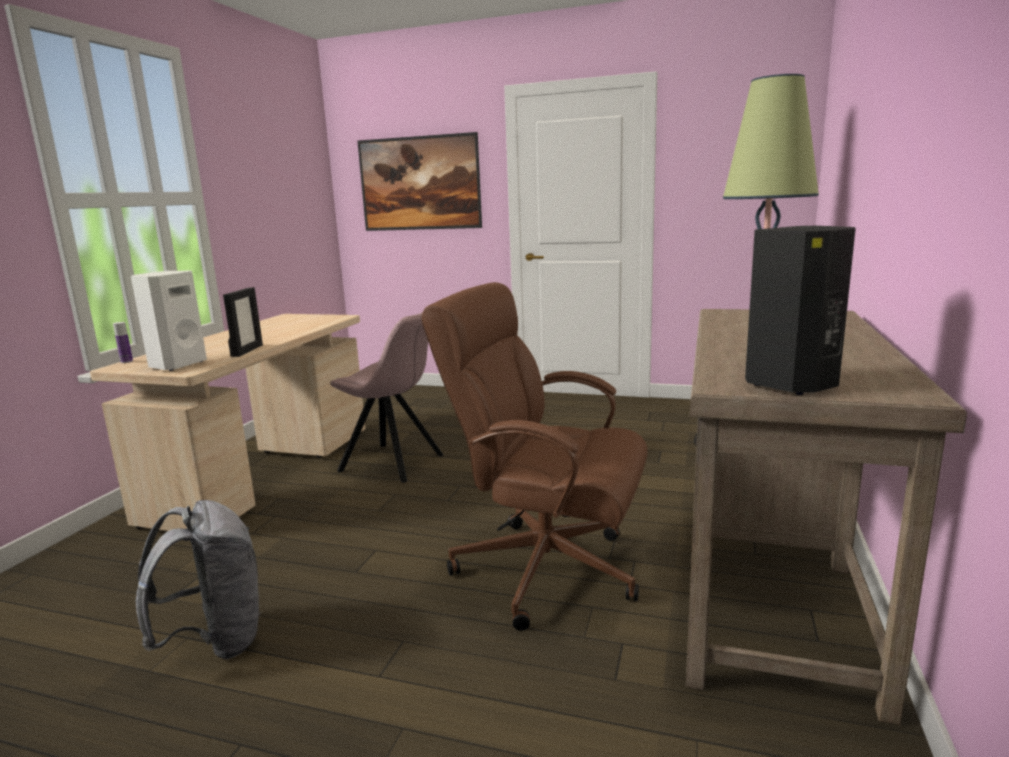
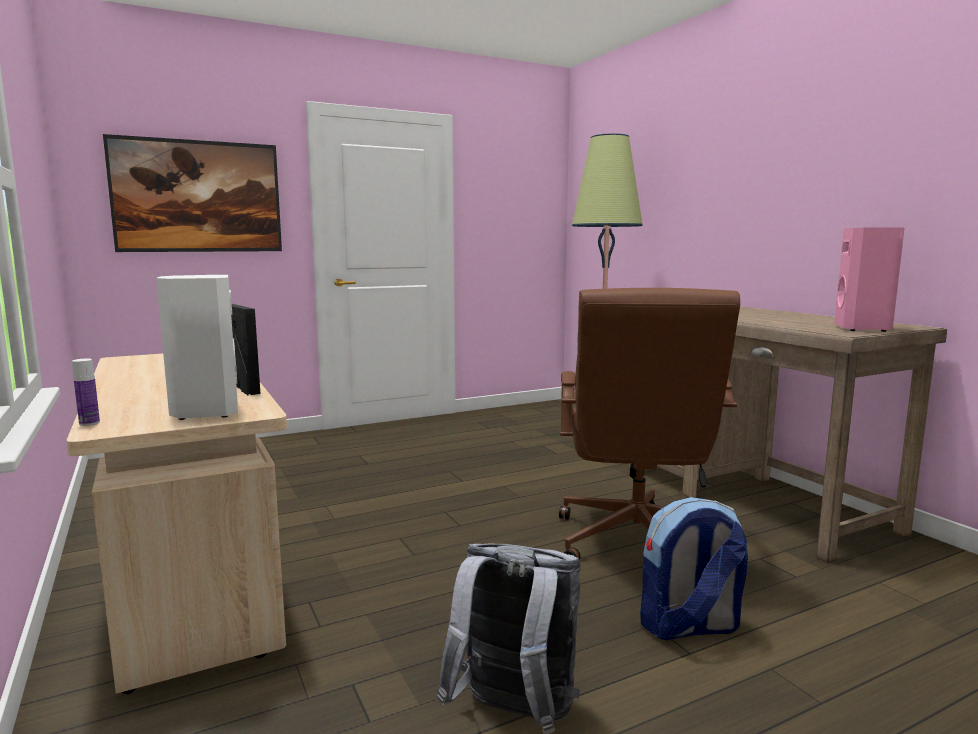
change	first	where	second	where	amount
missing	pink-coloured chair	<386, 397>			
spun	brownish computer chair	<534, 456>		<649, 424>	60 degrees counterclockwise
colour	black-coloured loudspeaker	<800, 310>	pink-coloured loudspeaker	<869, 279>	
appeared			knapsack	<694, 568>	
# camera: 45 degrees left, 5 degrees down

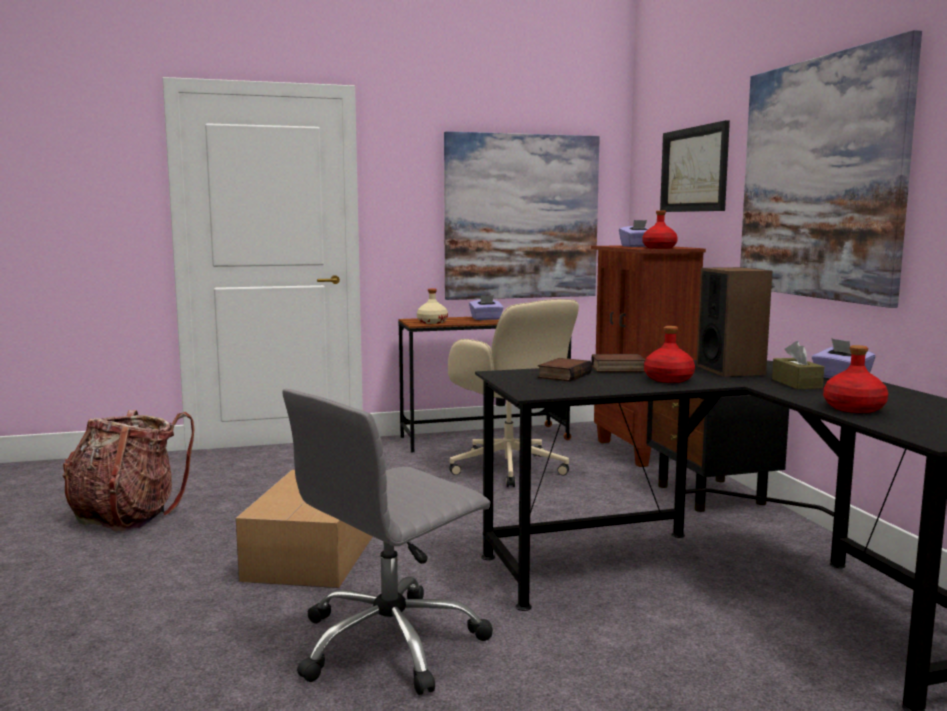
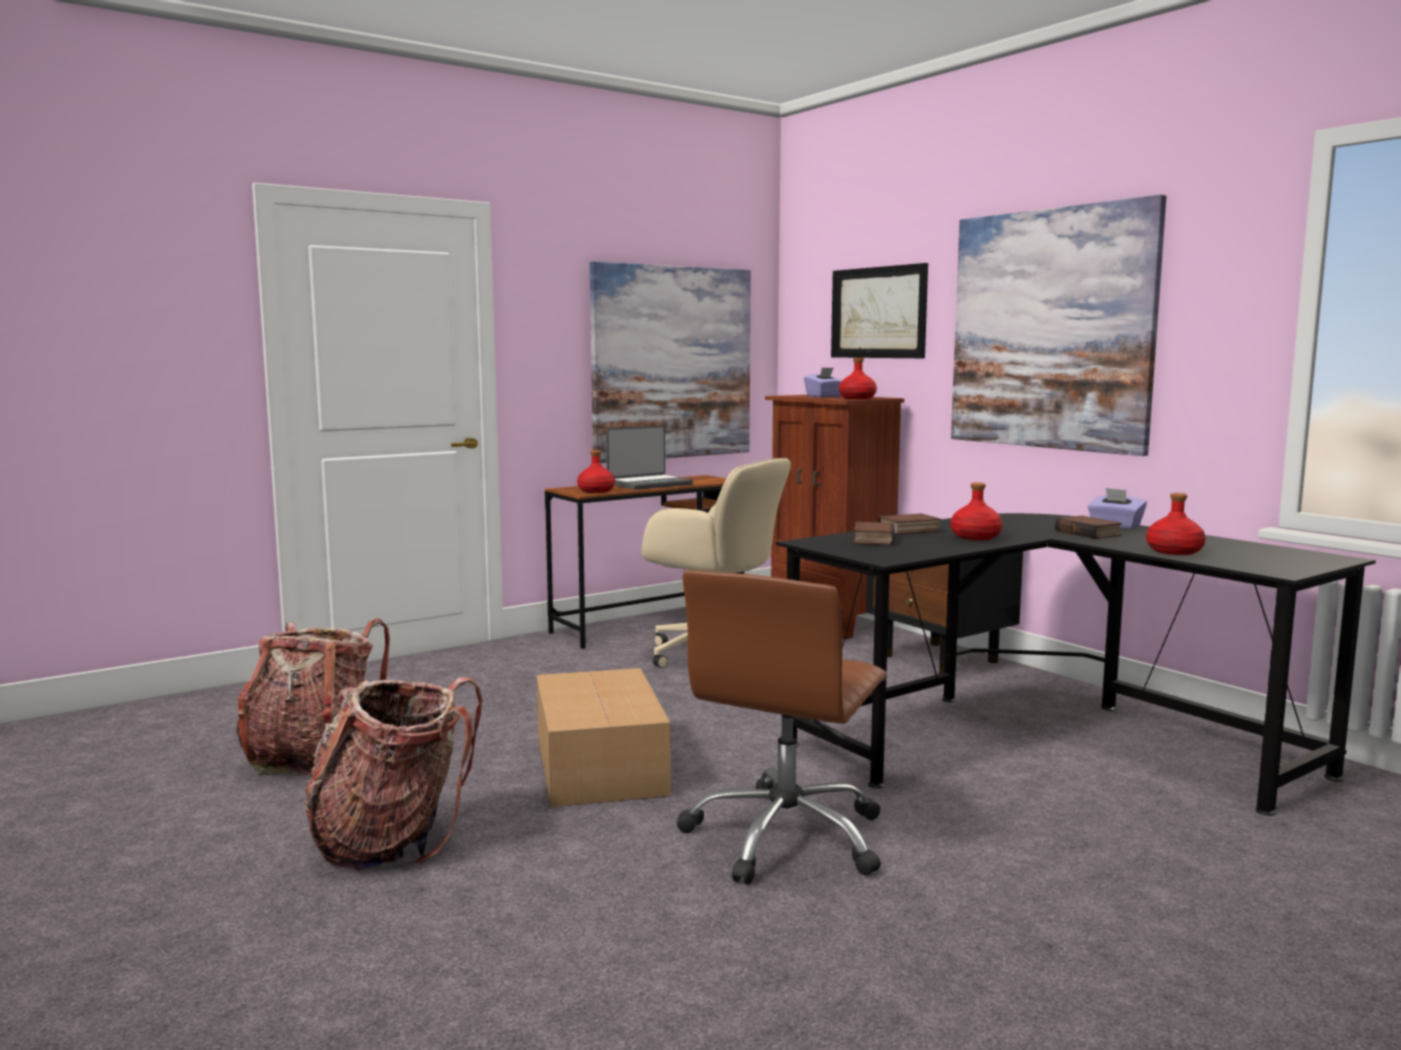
change	first	where	second	where	amount
colour	greyish computer chair	<387, 542>	brownish computer chair	<781, 727>	
colour	beige beverage bottle	<432, 306>	red beverage bottle	<596, 471>	
exchanged	purple-coloured tissue holder	<486, 307>	laptop	<649, 458>	
missing	loudspeaker	<734, 322>			
exchanged	brownish tissue holder	<798, 365>	bound book	<1088, 527>	
appeared			knapsack	<393, 773>	
# camera: 20 degrees left, 0 degrees up

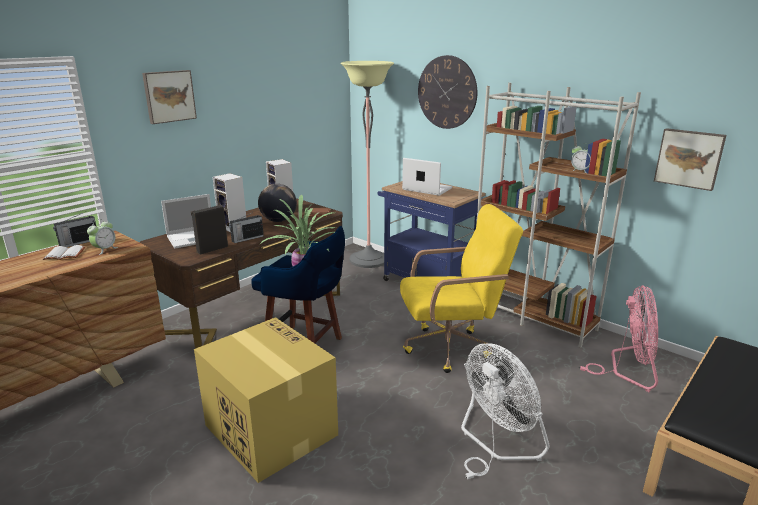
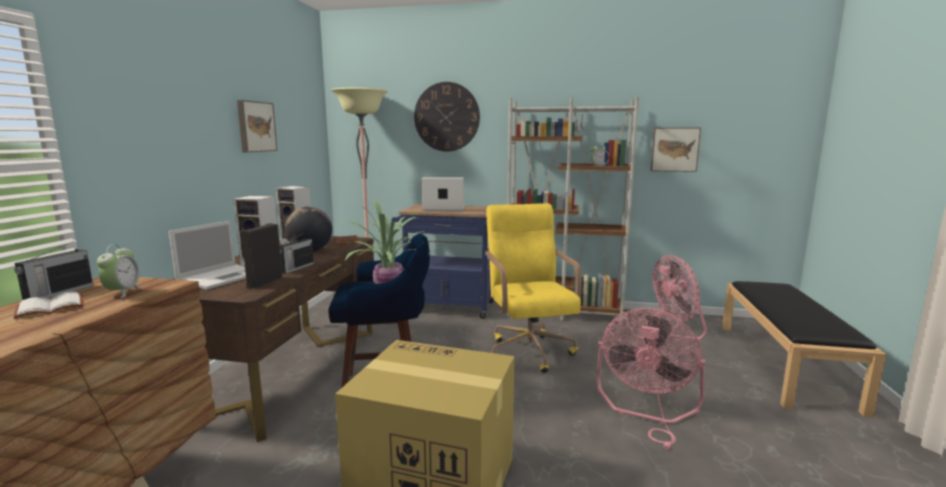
change	first	where	second	where	amount
relocated	wall picture	<169, 97>		<257, 126>	
spun	yellow-coloured computer chair	<461, 288>		<533, 288>	60 degrees counterclockwise
colour	white-coloured fan	<505, 411>	pink-coloured fan	<651, 379>	
# camera: 30 degrees left, 10 degrees down

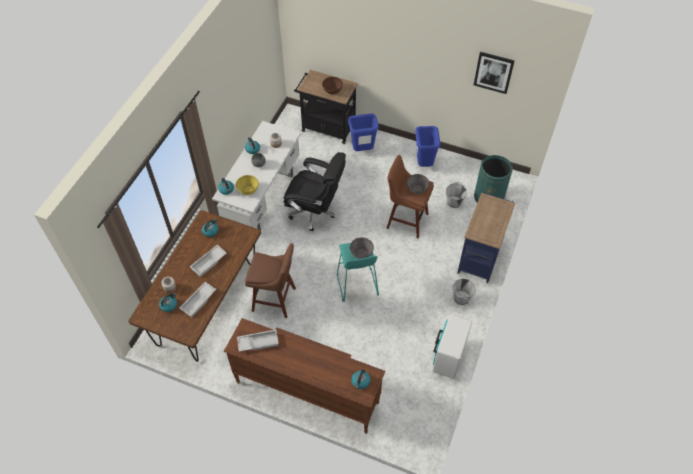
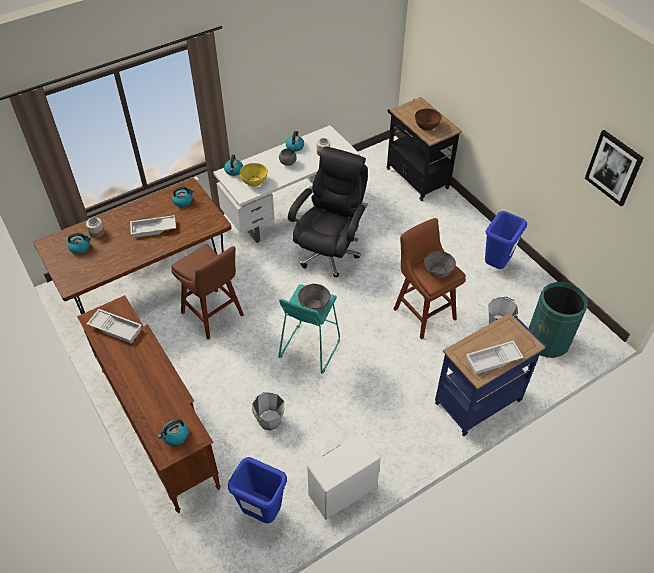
change	first	where	second	where	amount
relocated	white-coloured tray	<198, 299>		<495, 357>	
spun	black-coloured computer chair	<315, 191>		<328, 212>	120 degrees counterclockwise
relocated	blue-coloured rubbish bin	<363, 132>		<257, 490>	
relocated	greyish bucket	<464, 292>		<268, 411>	
# camera: 35 degrees right, 5 degrees down

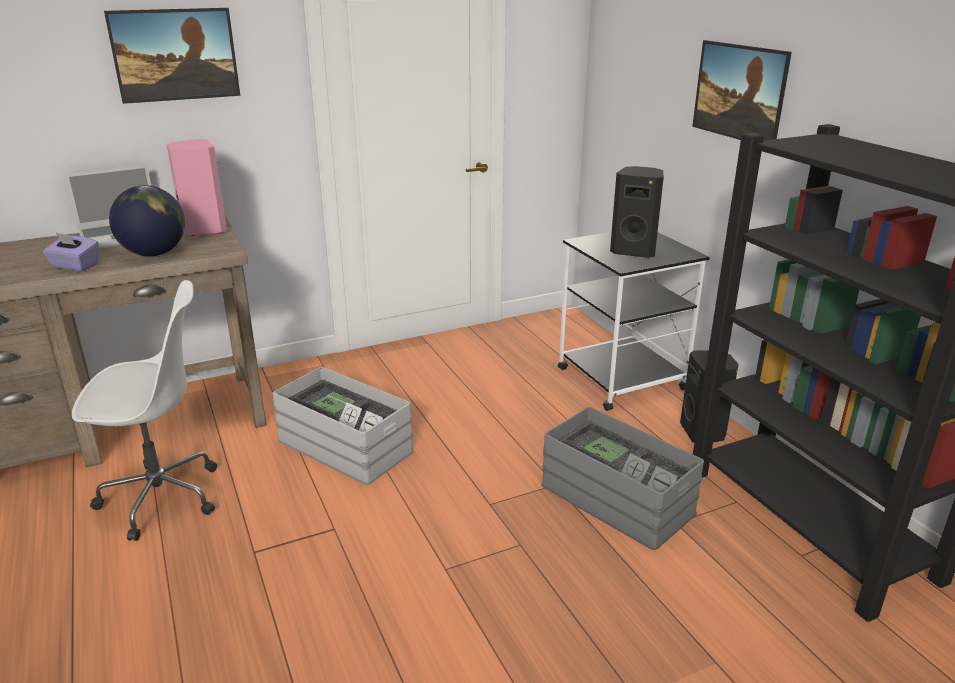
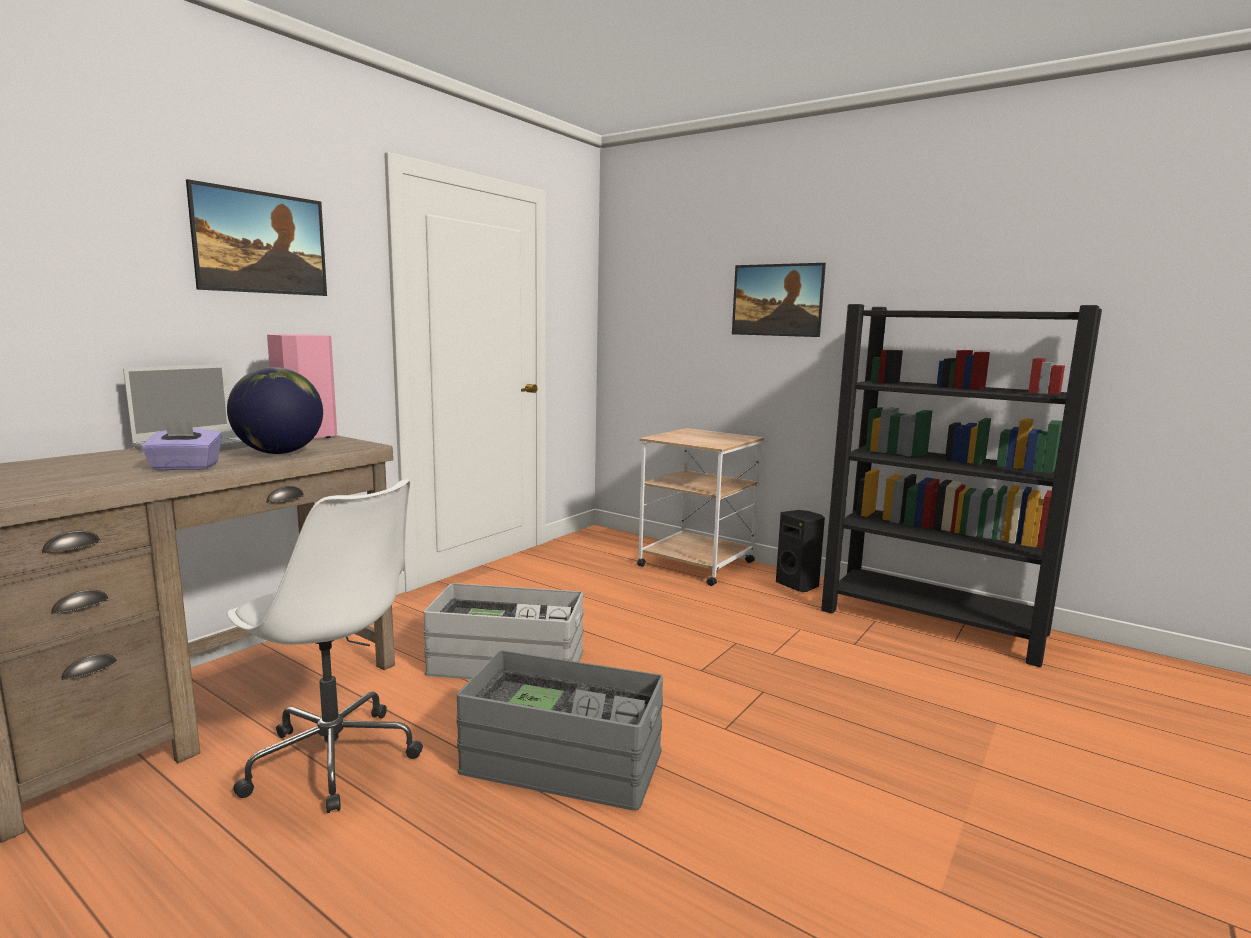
change	first	where	second	where	amount
spun	white-coloured computer chair	<144, 410>		<325, 646>	75 degrees clockwise
relocated	greyish storage bin	<622, 478>		<559, 730>	
colour	black-coloured trolley	<634, 321>	beige trolley	<700, 507>	
missing	black-coloured loudspeaker	<637, 212>			
# camera: 30 degrees left, 15 degrees down

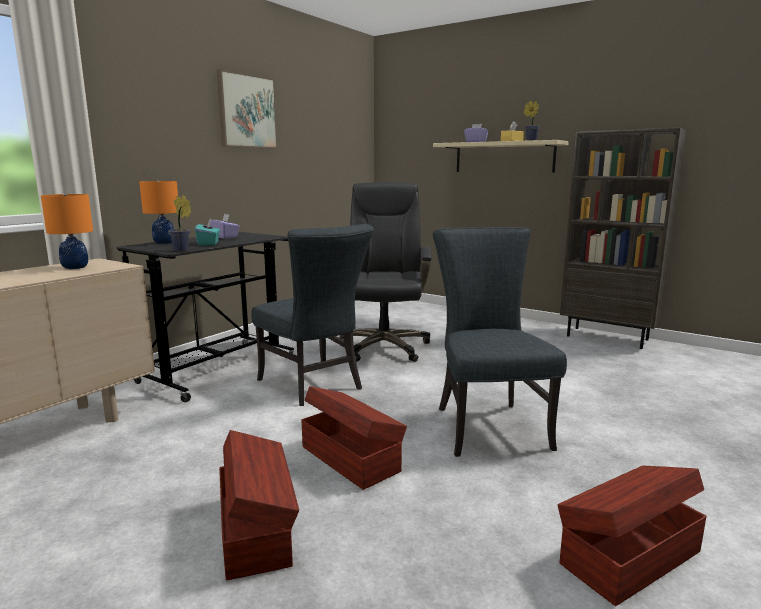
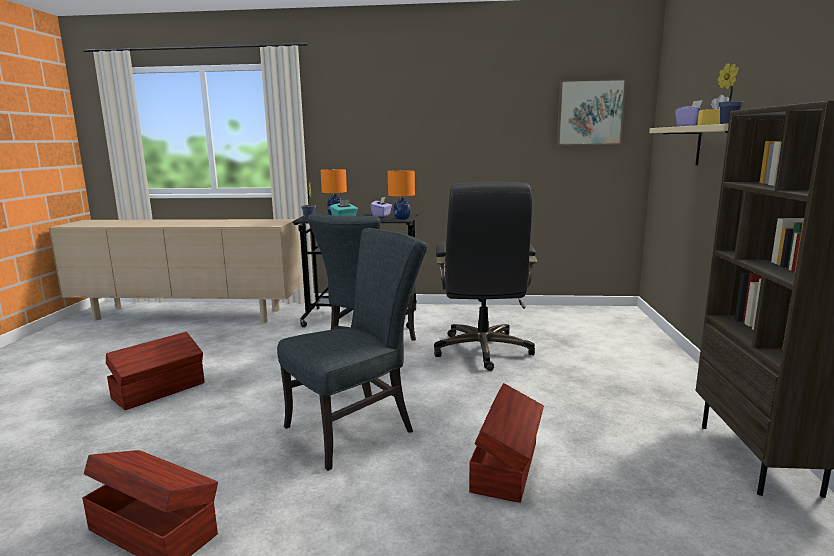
change	first	where	second	where	amount
relocated	orange-coloured table lamp	<67, 231>		<401, 195>	
relocated	wall picture	<247, 109>		<591, 112>	
relocated	brownish storage bin	<354, 438>		<506, 443>	
spun	black-coloured computer chair	<385, 272>		<486, 276>	120 degrees clockwise
# camera: 60 degrees right, 0 degrees up

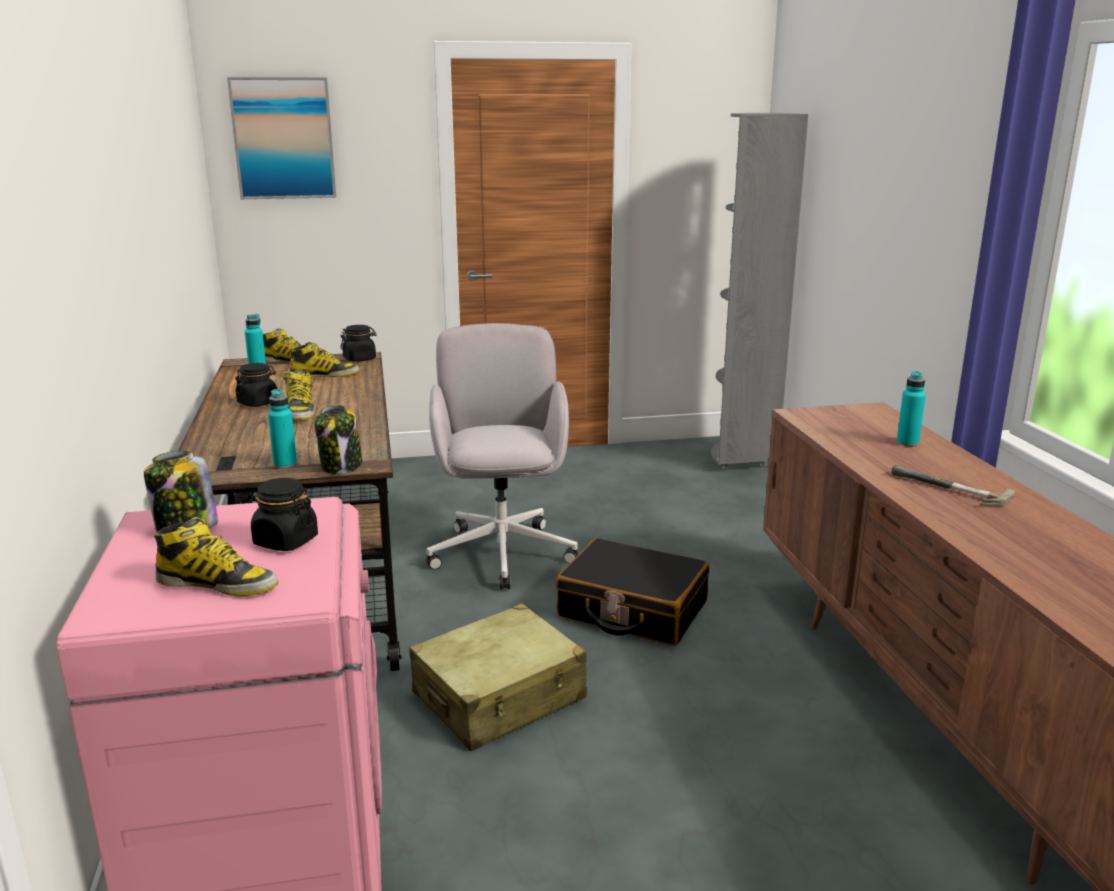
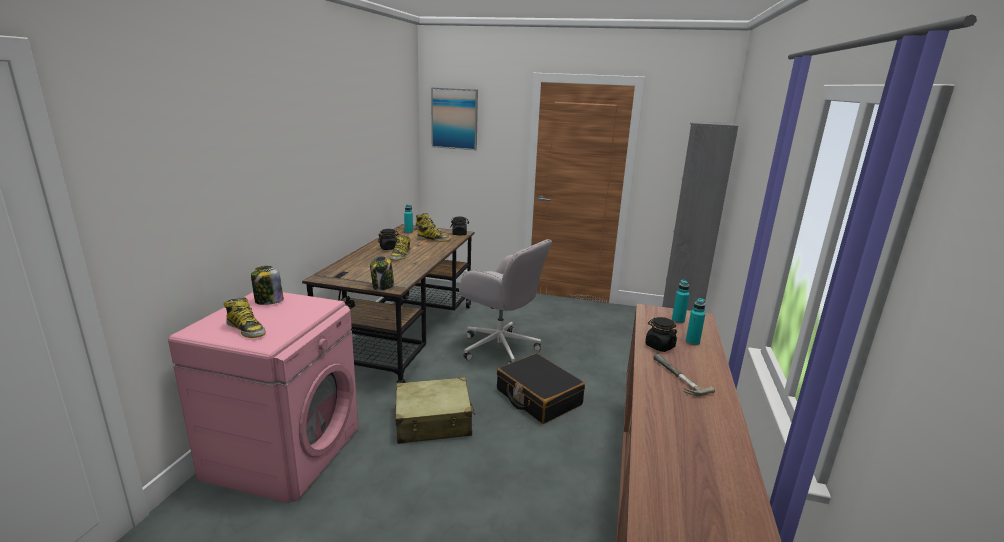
change	first	where	second	where	amount
relocated	black-coloured preserve jar	<284, 514>		<661, 334>	
relocated	turquoise beverage bottle	<282, 429>		<681, 301>	
spun	greyish computer chair	<502, 456>		<505, 301>	105 degrees clockwise
# camera: 25 degrees right, 0 degrees up

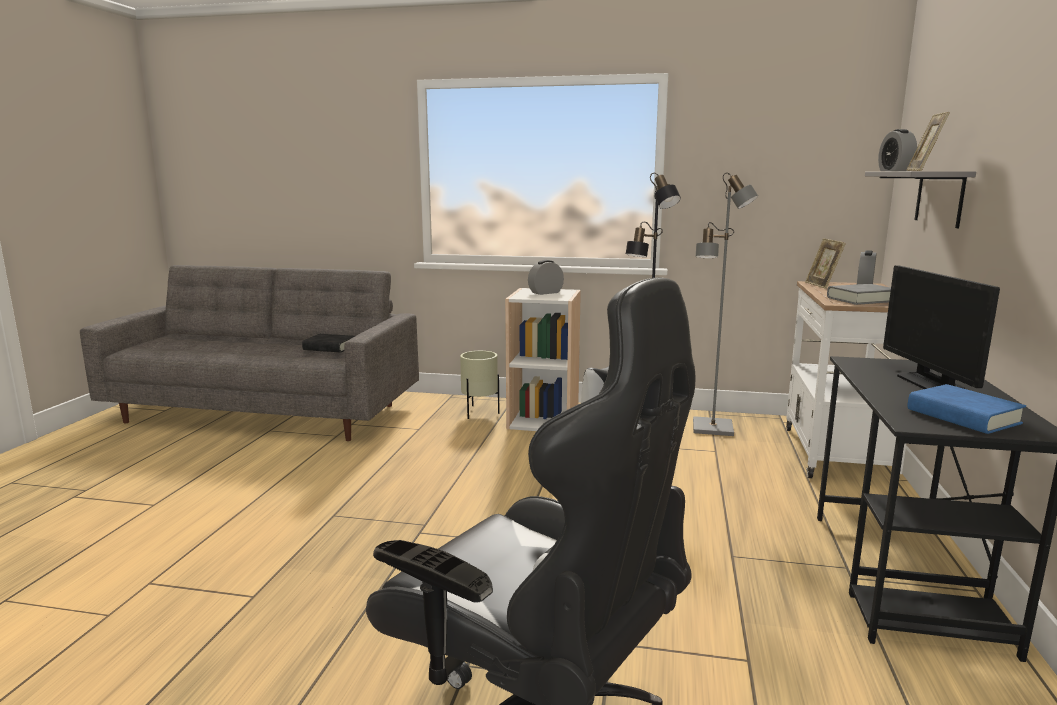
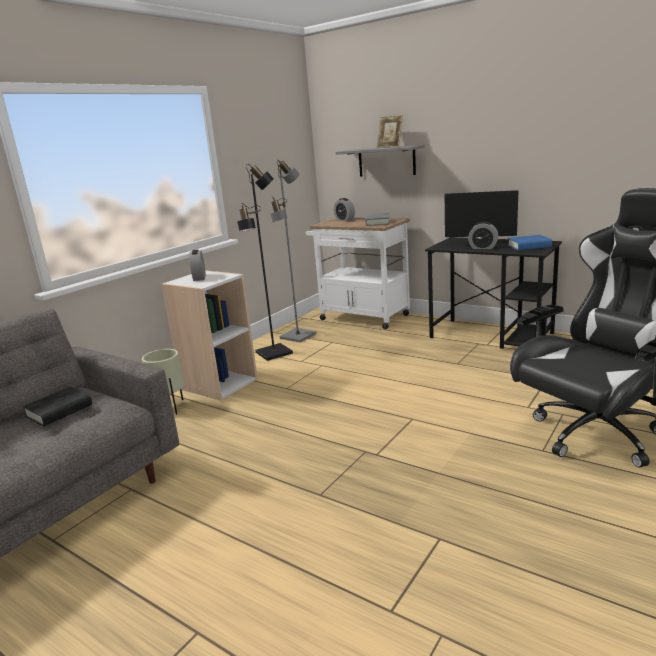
change	first	where	second	where	amount
missing	photo frame	<825, 263>			
relocated	alarm clock	<897, 150>		<483, 235>	
# camera: 65 degrees left, 5 degrees up

